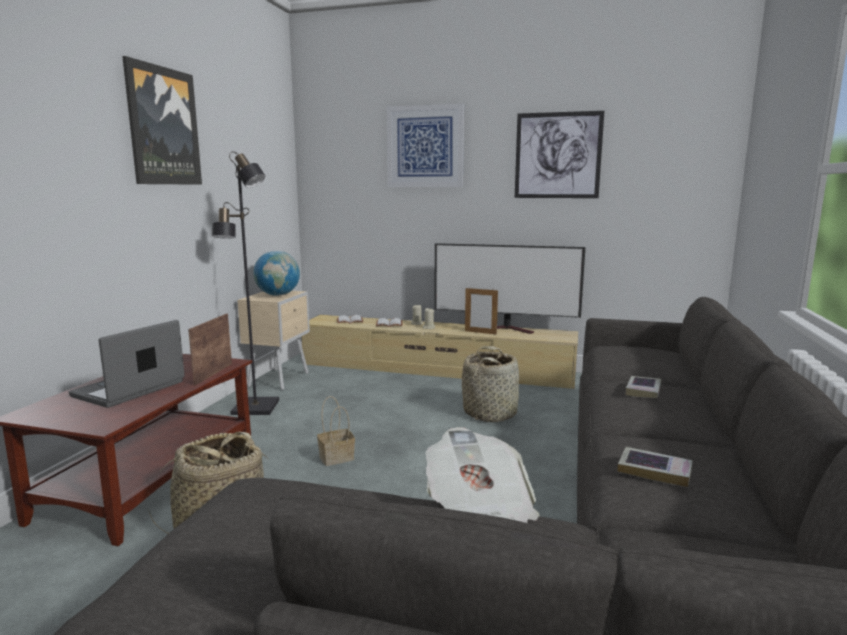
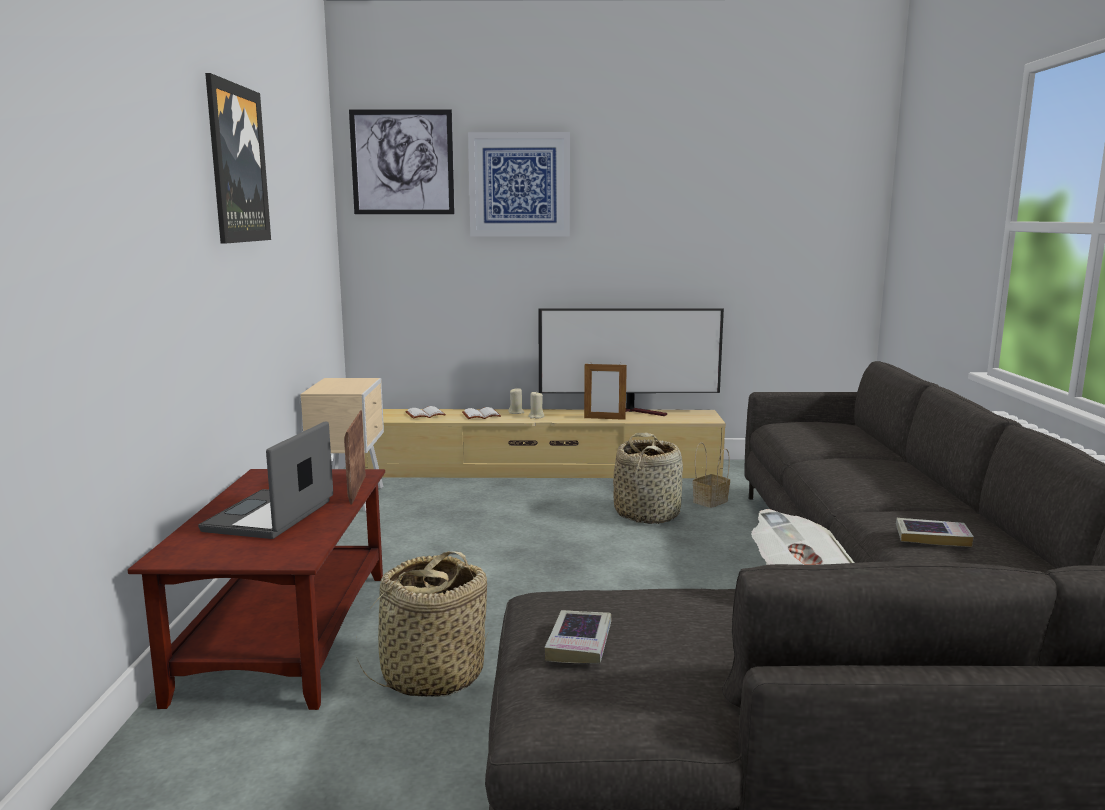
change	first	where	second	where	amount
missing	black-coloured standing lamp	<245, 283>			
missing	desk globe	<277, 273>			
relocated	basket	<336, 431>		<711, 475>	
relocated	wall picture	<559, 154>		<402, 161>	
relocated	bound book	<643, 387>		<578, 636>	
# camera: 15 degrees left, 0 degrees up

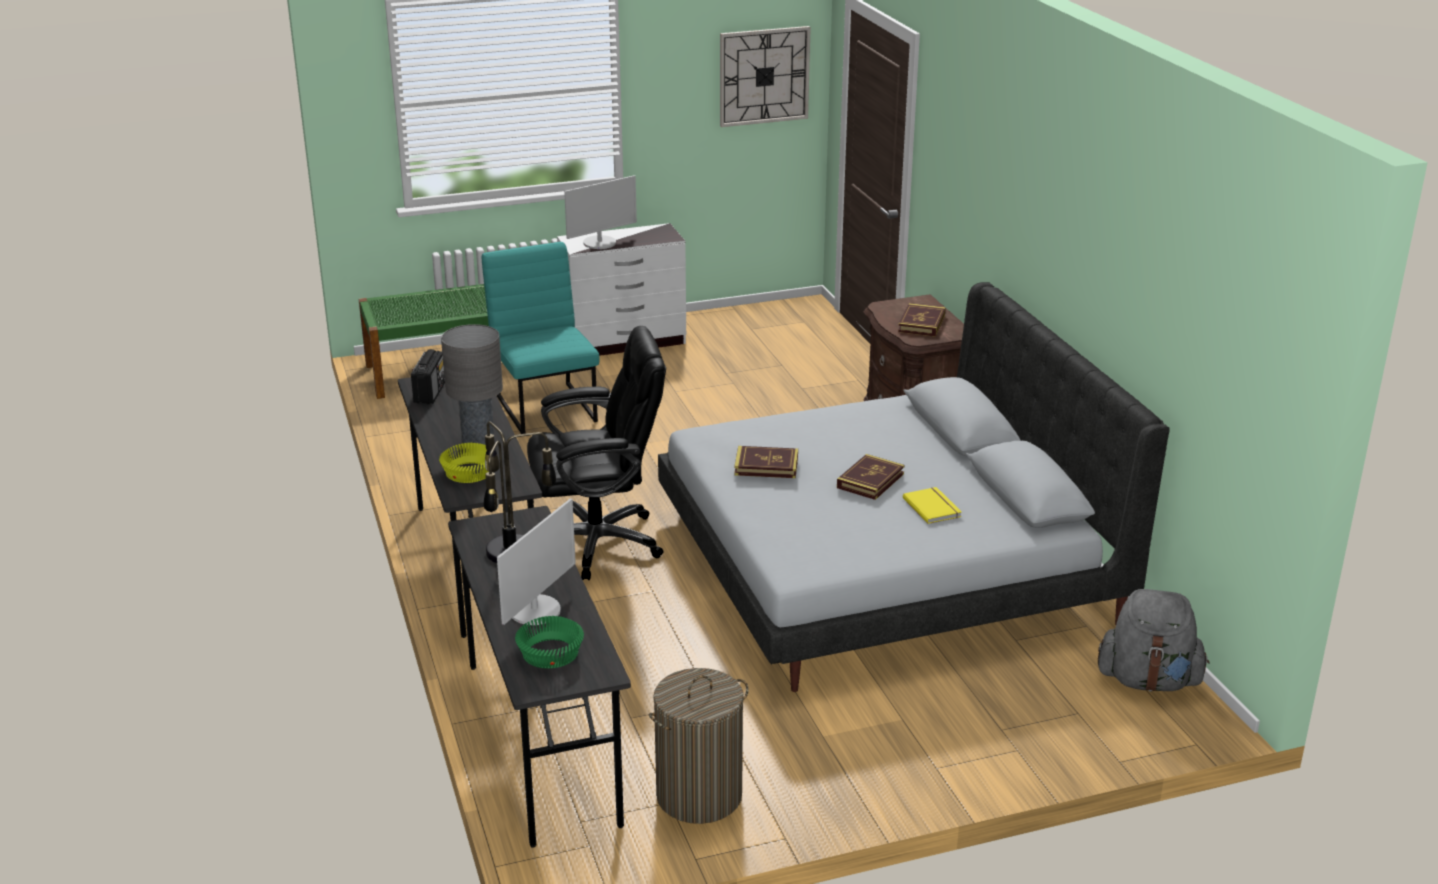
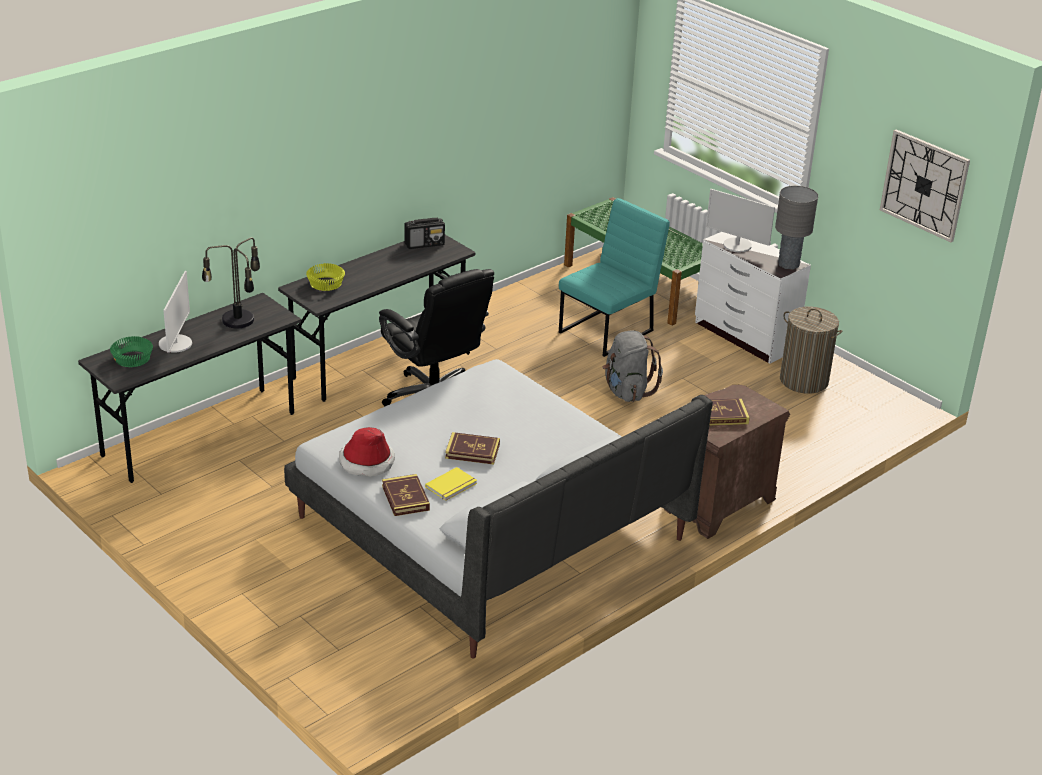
change	first	where	second	where	amount
relocated	greyish table lamp	<472, 384>		<796, 227>	
spun	computer screen	<536, 561>		<175, 312>	90 degrees counterclockwise
relocated	hamper	<699, 746>		<811, 350>	
relocated	bound book	<766, 462>		<406, 495>	
relocated	greyish knapsack	<1154, 640>		<633, 366>	
appeared			wearable hat	<367, 452>	
# camera: 65 degrees right, 5 degrees up

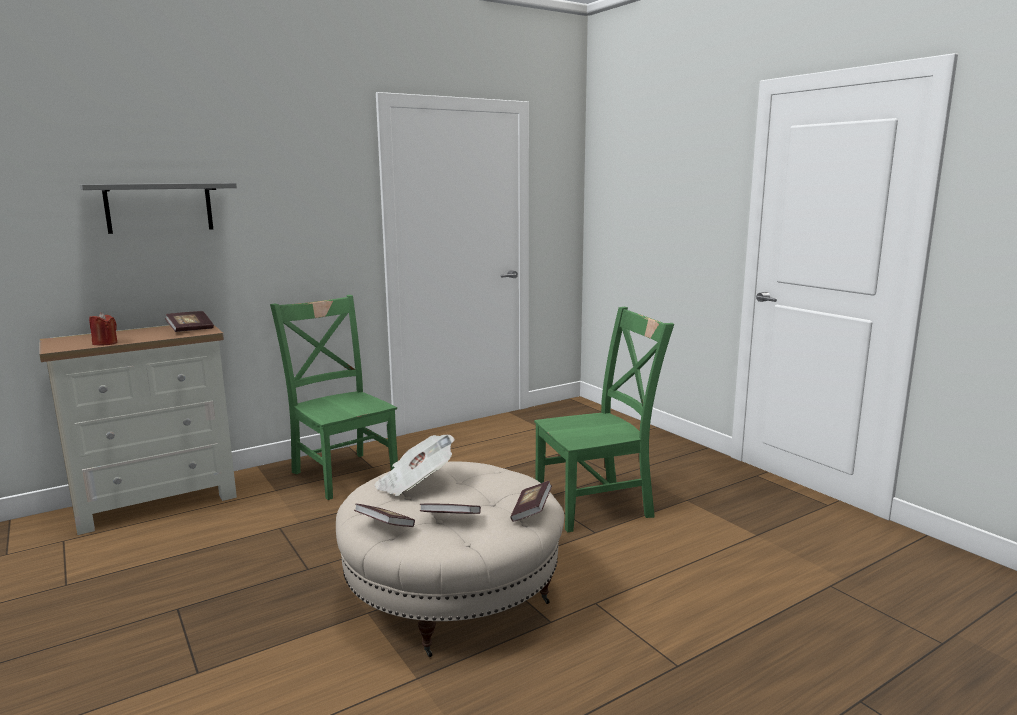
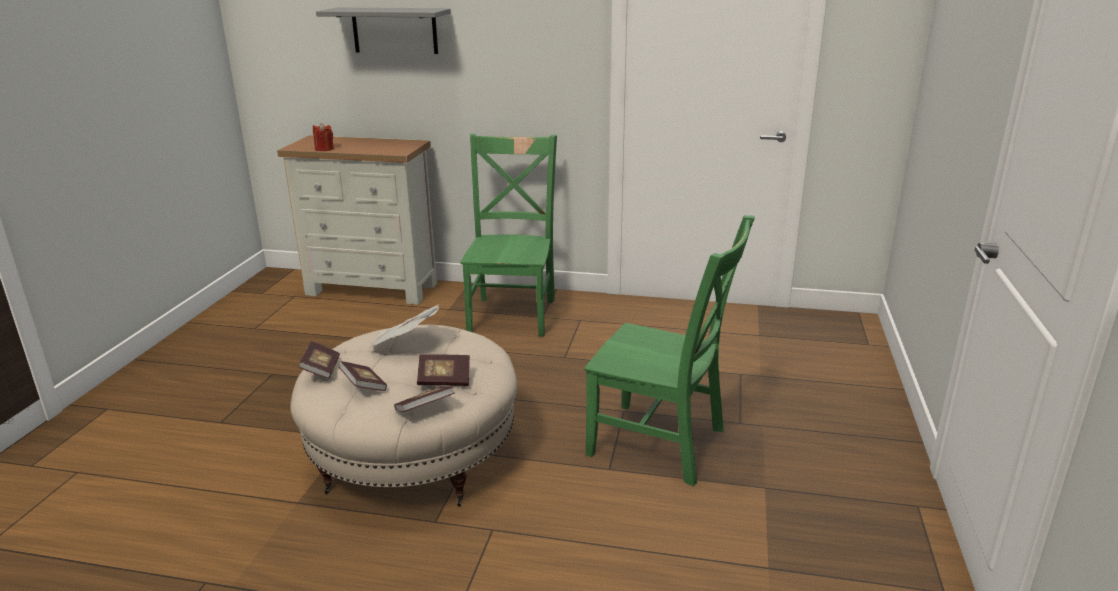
change	first	where	second	where	amount
relocated	bound book	<189, 321>		<443, 370>	
# camera: 45 degrees right, 10 degrees up

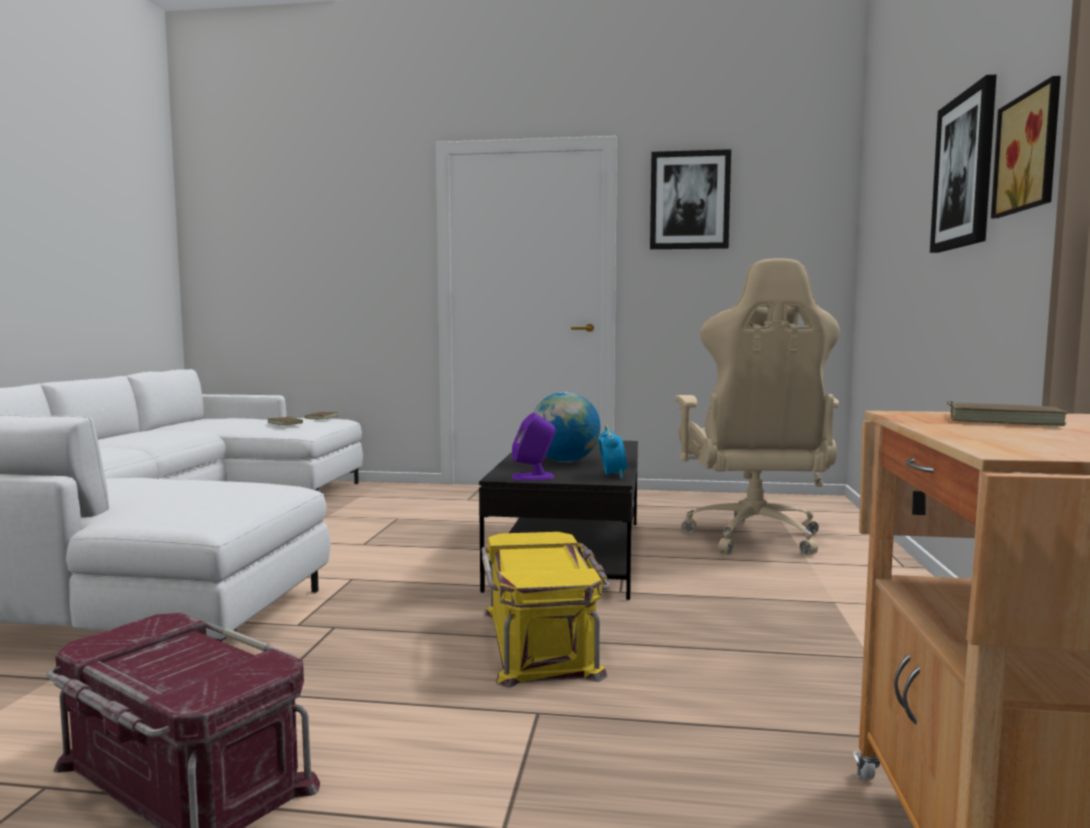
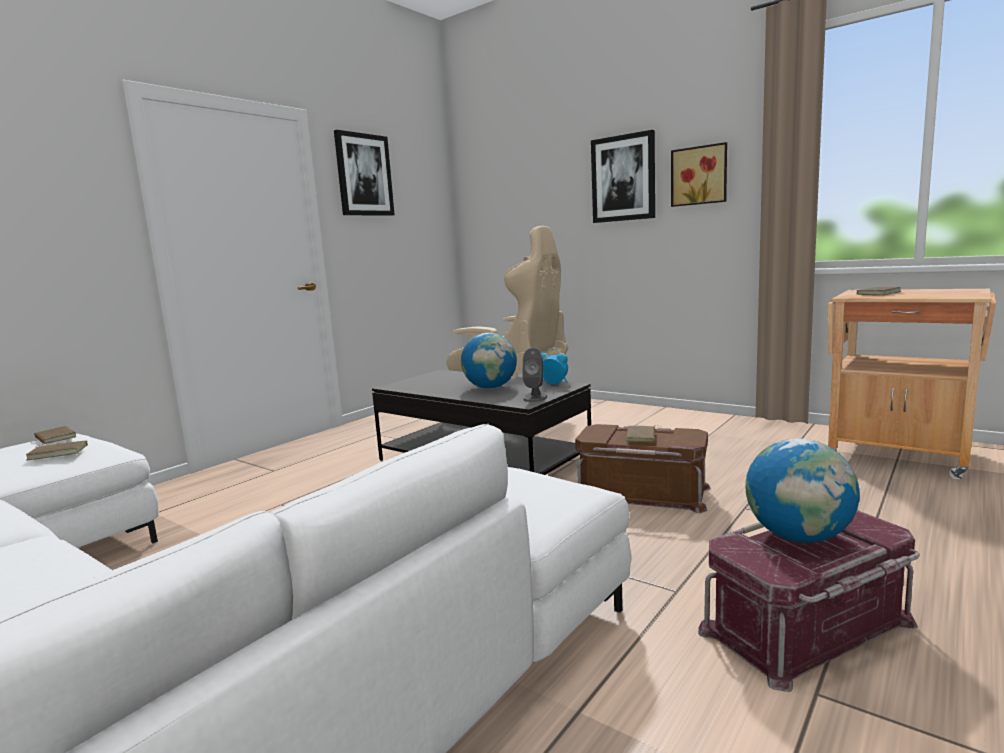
change	first	where	second	where	amount
colour	yellow-coloured storage bin	<545, 610>	brownish storage bin	<643, 468>	
colour	purple-coloured loudspeaker	<534, 447>	greyish loudspeaker	<534, 375>	
appeared			brownish bound book	<645, 434>	
appeared			desk globe	<802, 490>	
# camera: 60 degrees left, 5 degrees up

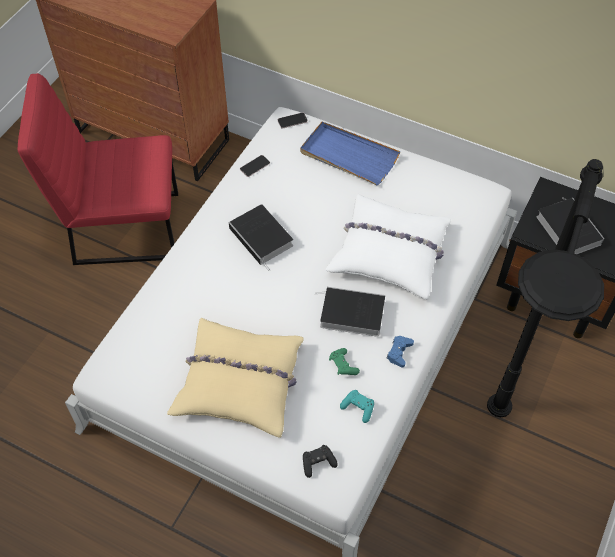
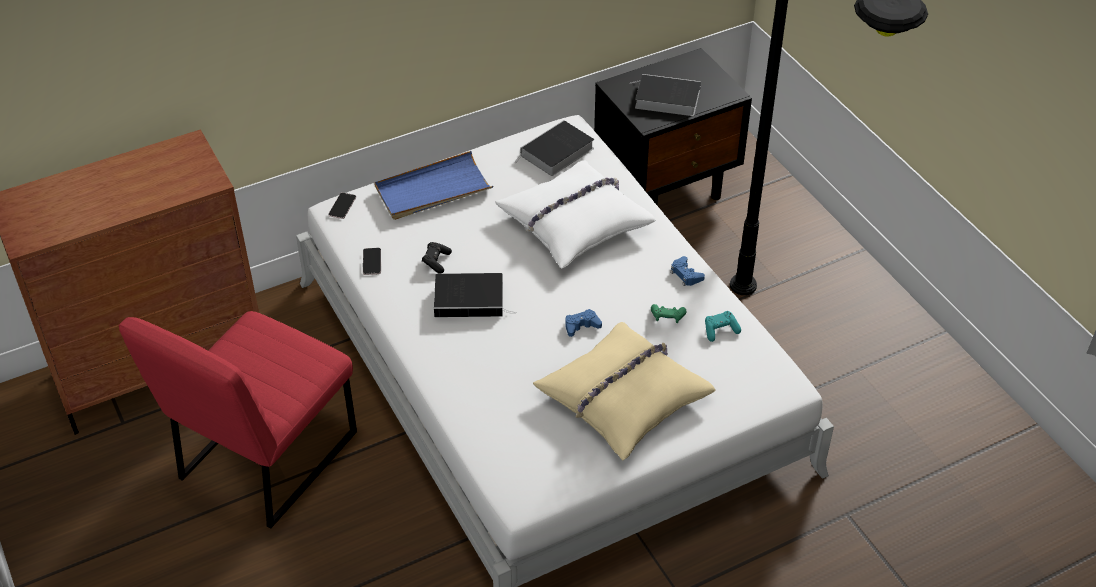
change	first	where	second	where	amount
relocated	black-coloured gamepad	<320, 461>		<437, 258>	
relocated	bound book	<351, 312>		<554, 148>	
appeared			blue-coloured gamepad	<583, 323>	
# camera: 55 degrees left, 10 degrees down

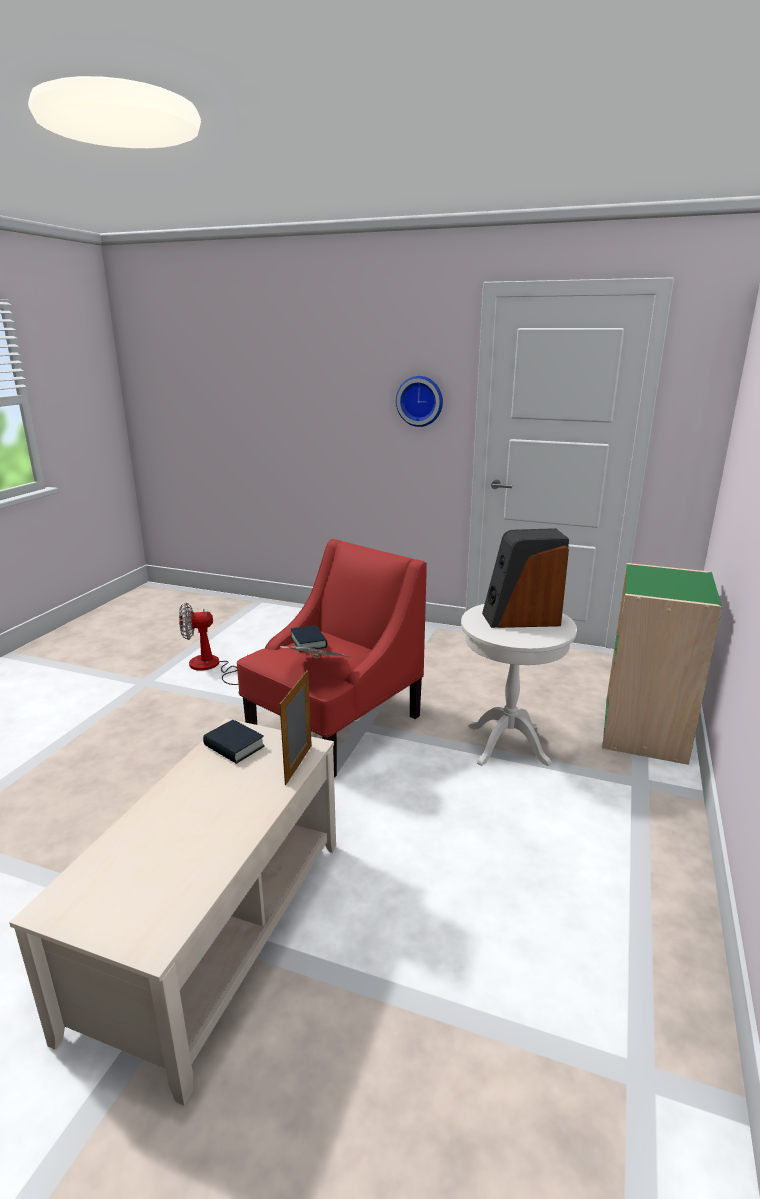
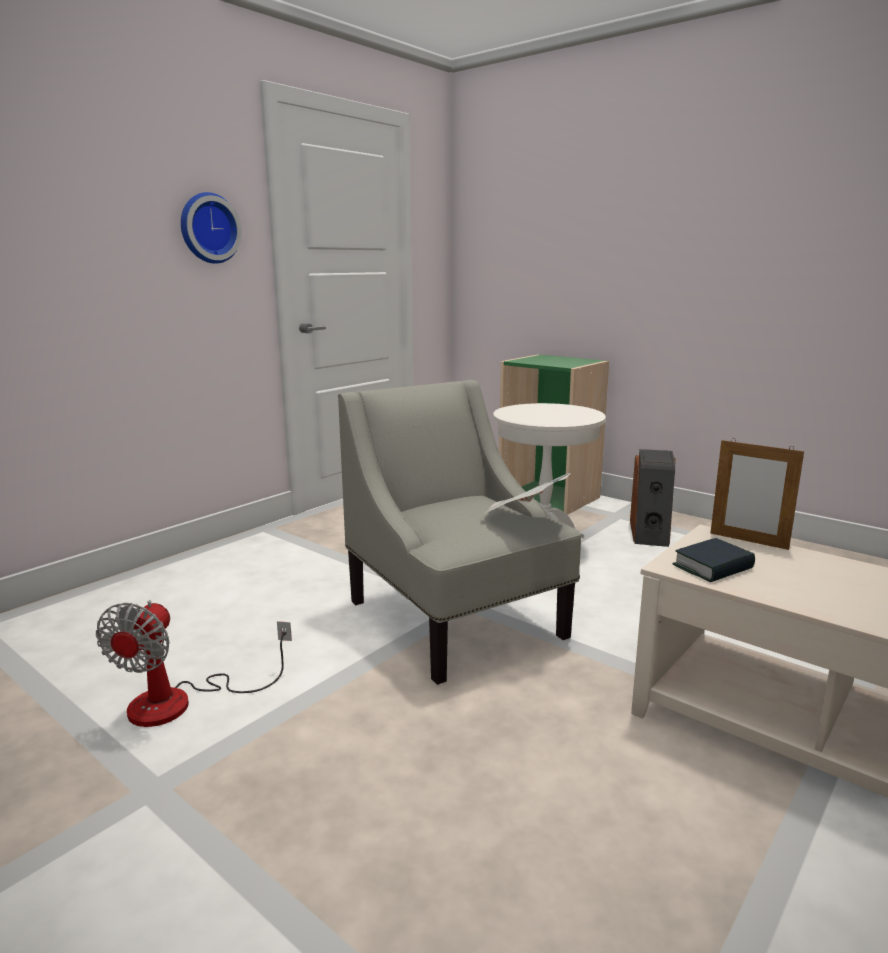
change	first	where	second	where	amount
colour	red armchair	<332, 658>	greyish armchair	<459, 532>	
missing	bound book	<309, 638>			
relocated	loudspeaker	<525, 578>		<653, 498>	
# camera: 70 degrees left, 5 degrees down

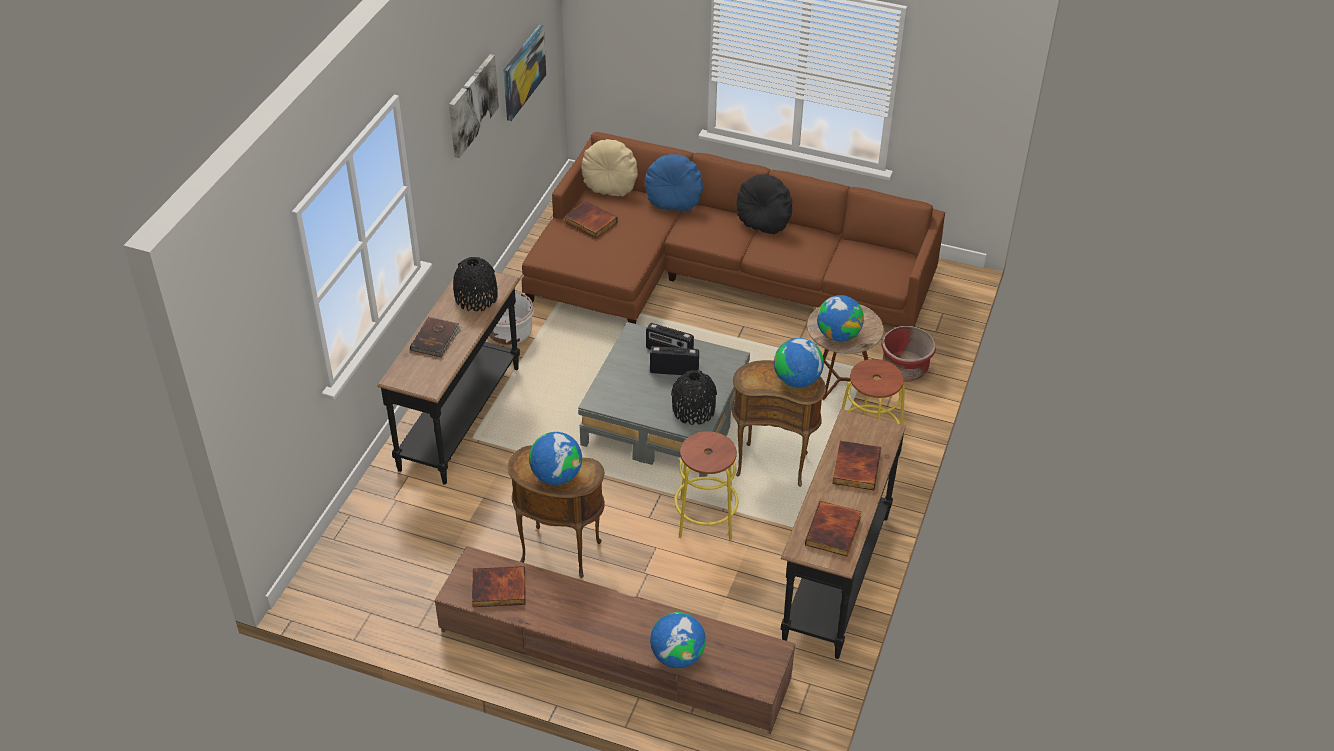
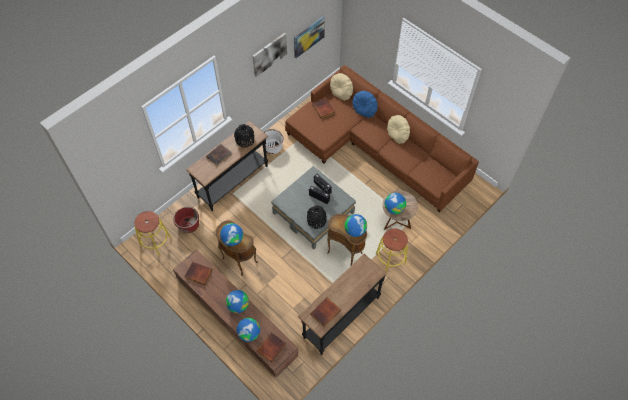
change	first	where	second	where	amount
relocated	yellow-coloured stool seat	<706, 485>		<153, 233>	
colour	black-coloured throw pillow	<764, 204>	beige throw pillow	<398, 129>	
relocated	bound book	<856, 465>		<271, 348>	
relocated	red plant pot	<908, 354>		<186, 220>	
appeared			desk globe	<237, 301>	
# camera: 25 degrees right, 15 degrees up

